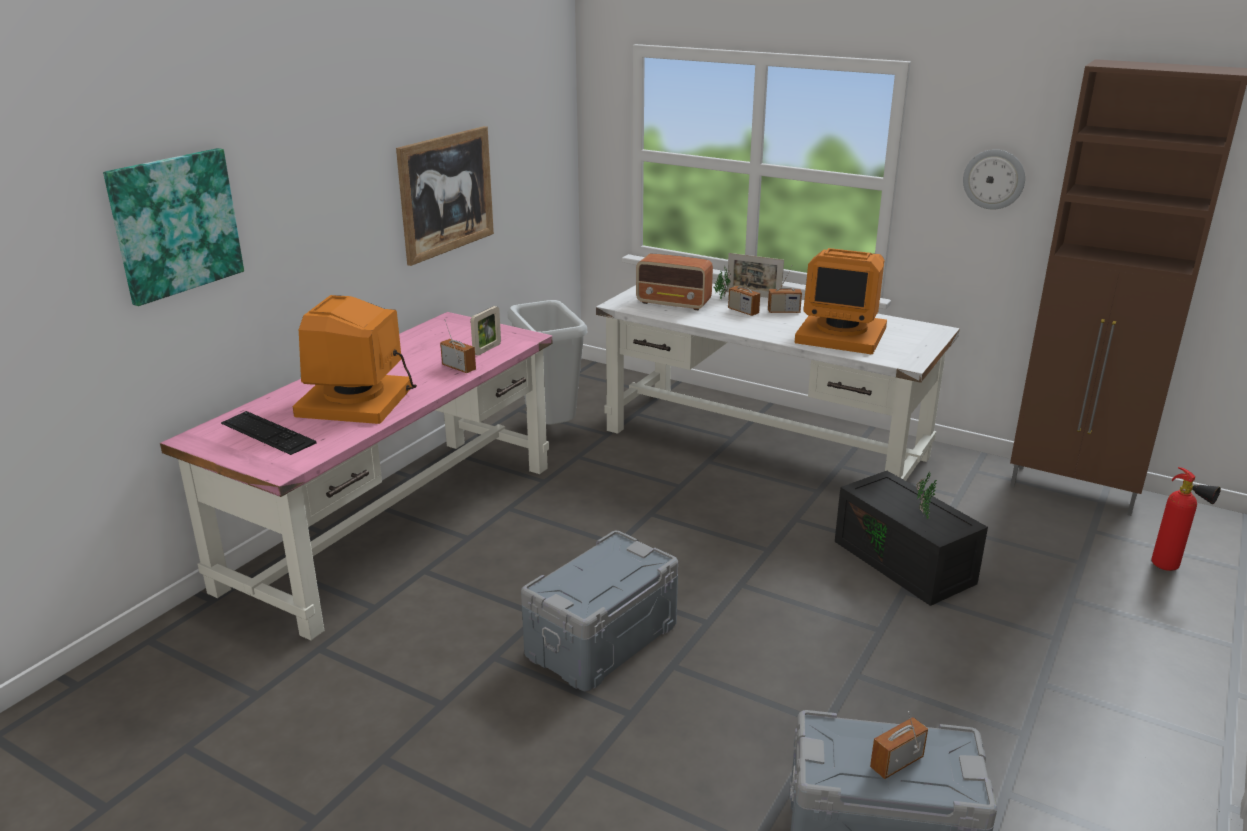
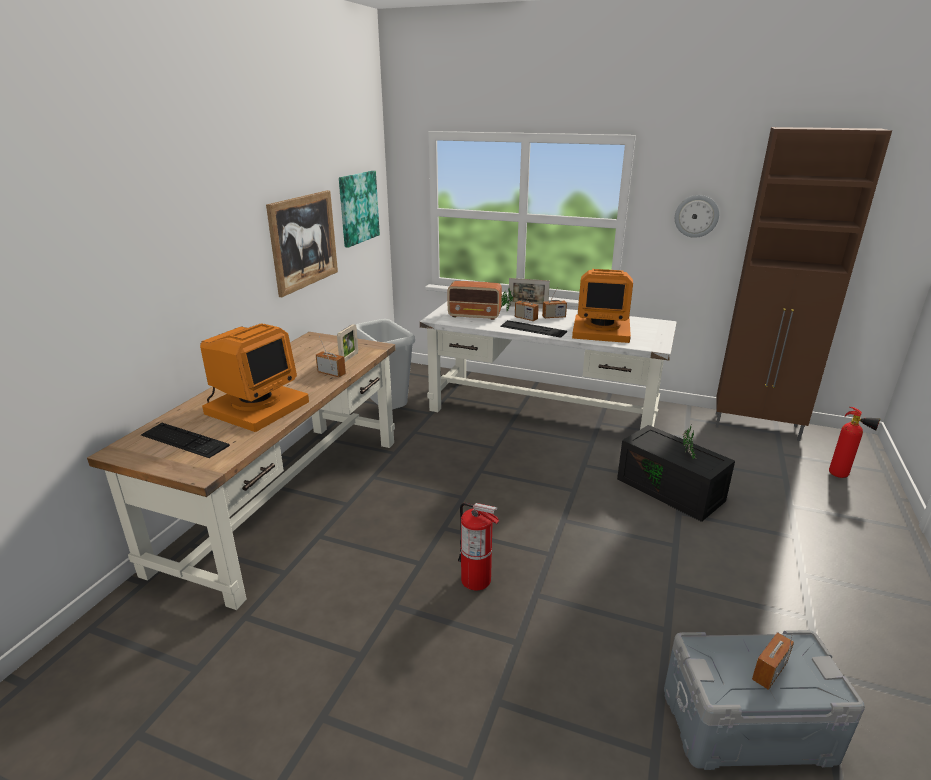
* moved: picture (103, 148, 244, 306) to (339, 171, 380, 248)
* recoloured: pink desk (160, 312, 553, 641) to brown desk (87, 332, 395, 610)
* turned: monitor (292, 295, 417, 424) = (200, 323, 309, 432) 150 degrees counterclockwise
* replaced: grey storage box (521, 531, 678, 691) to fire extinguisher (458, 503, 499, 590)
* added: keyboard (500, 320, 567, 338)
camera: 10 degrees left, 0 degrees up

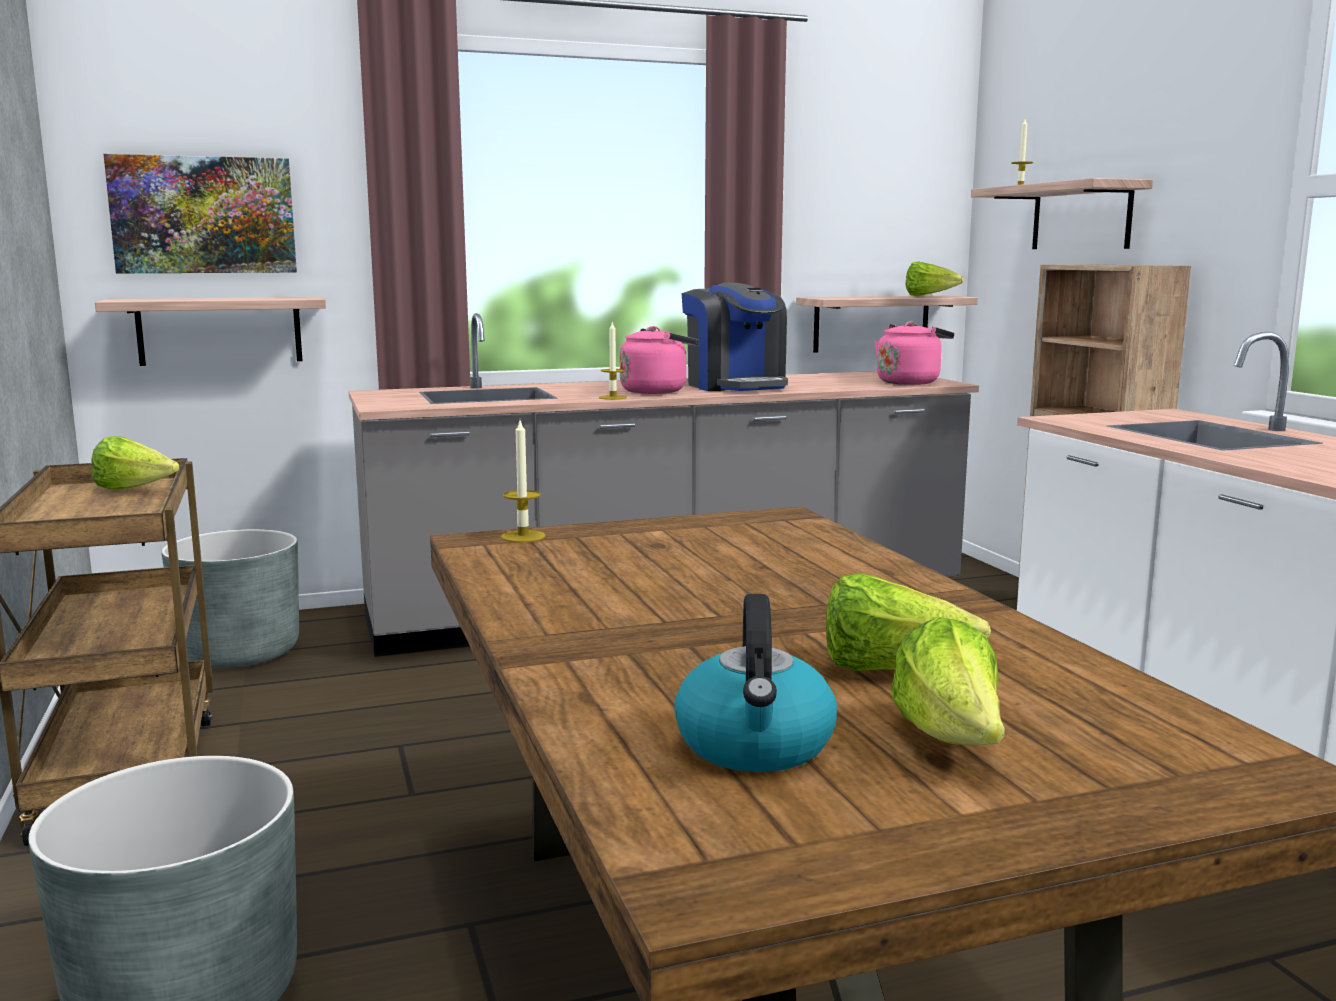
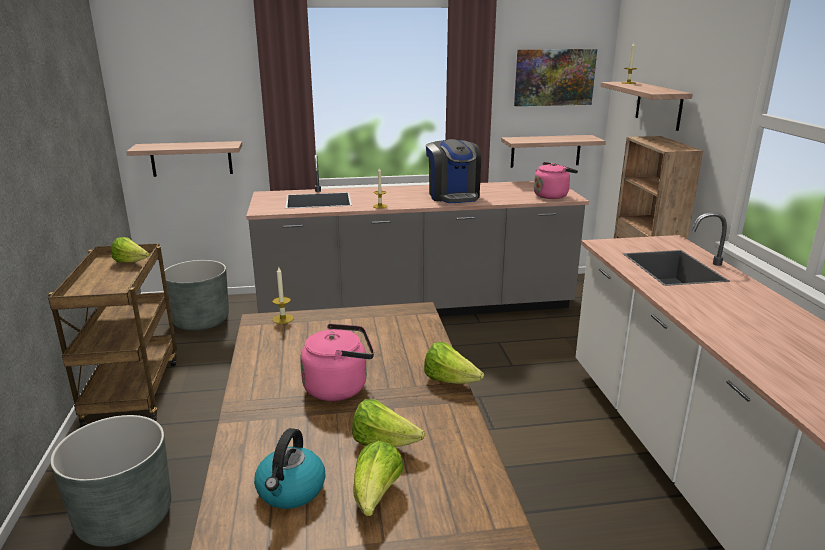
* moved: picture (104, 154, 297, 273) to (514, 49, 597, 106)
* moved: pink kettle (620, 326, 699, 394) to (300, 324, 374, 401)
* moved: lettuce (906, 261, 964, 296) to (424, 342, 484, 384)
camera: 10 degrees right, 10 degrees up

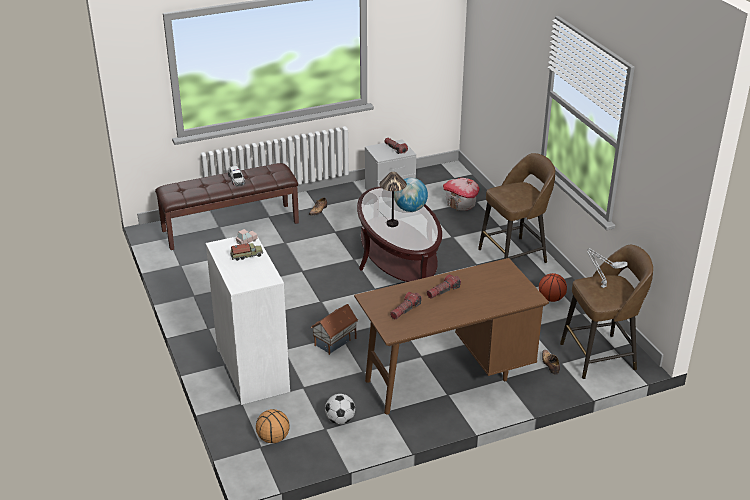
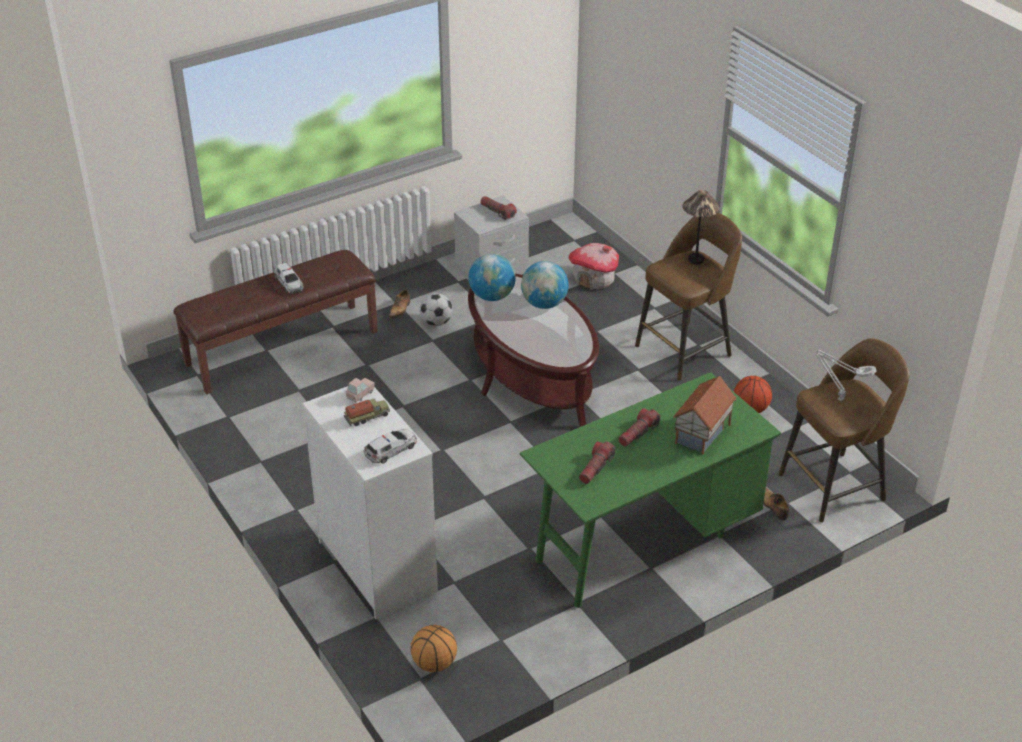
* moved: toy house (311, 304, 358, 355) to (673, 376, 737, 455)
* moved: football (325, 394, 355, 424) to (420, 293, 453, 326)
* recoloured: brown desk (354, 258, 549, 415) to green desk (520, 372, 781, 608)
* moved: table lamp (379, 172, 407, 227) to (682, 190, 720, 264)
* added: toy car (364, 429, 417, 464)
* added: globe (469, 254, 516, 301)
camera: 10 degrees left, 5 degrees up

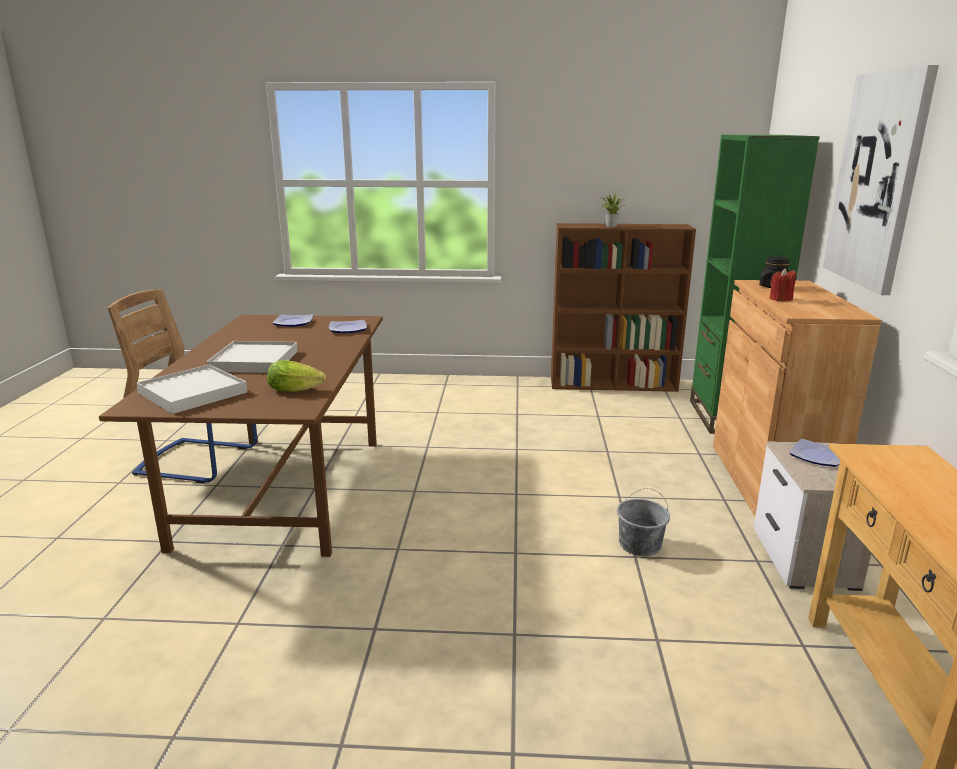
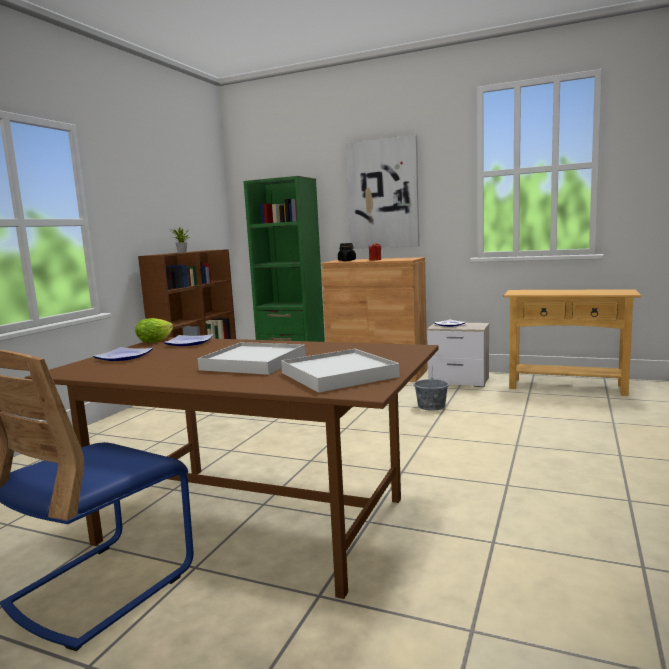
* moved: lettuce (267, 360, 326, 392) to (135, 318, 173, 343)
camera: 70 degrees left, 10 degrees down

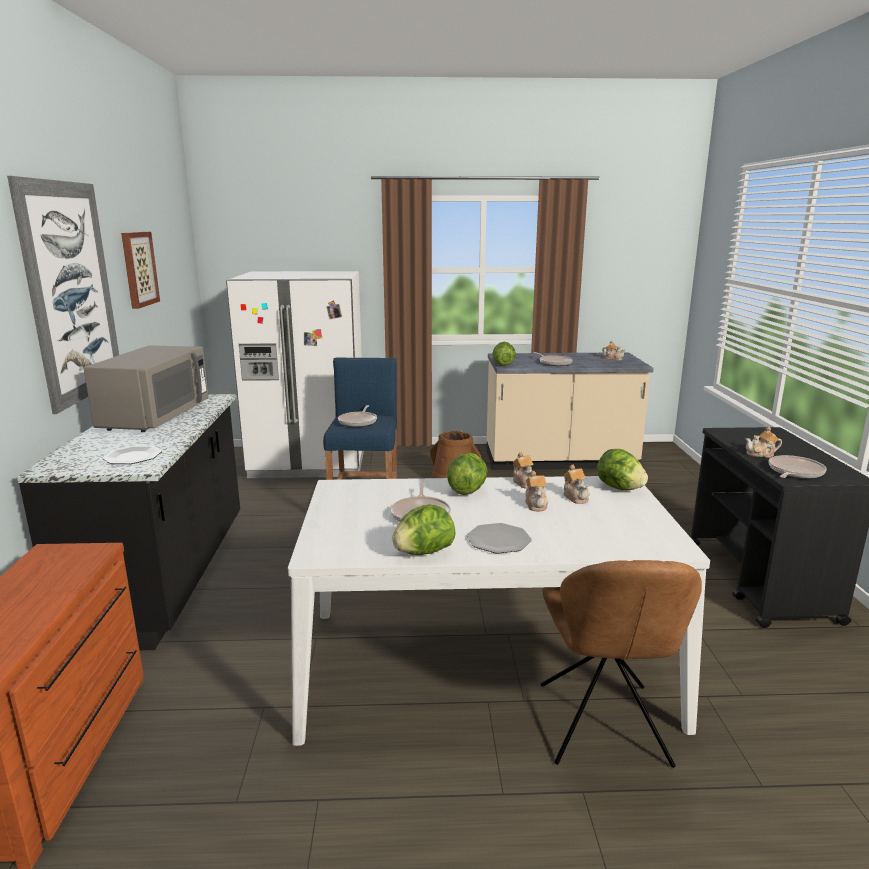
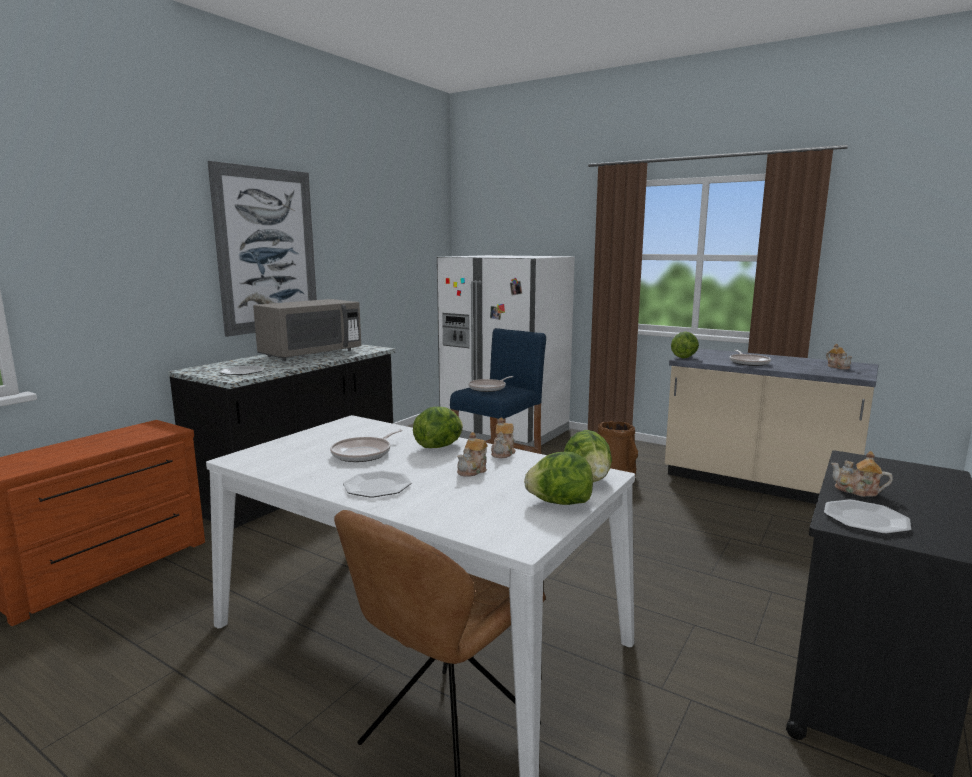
* removed: picture (121, 232, 160, 309)
* moved: lettuce (392, 504, 456, 555) to (524, 452, 593, 505)
* removed: teapot (564, 464, 590, 504)
* replaced: frying pan (769, 455, 827, 479) to plate (824, 500, 911, 534)
camera: 35 degrees right, 5 degrees down

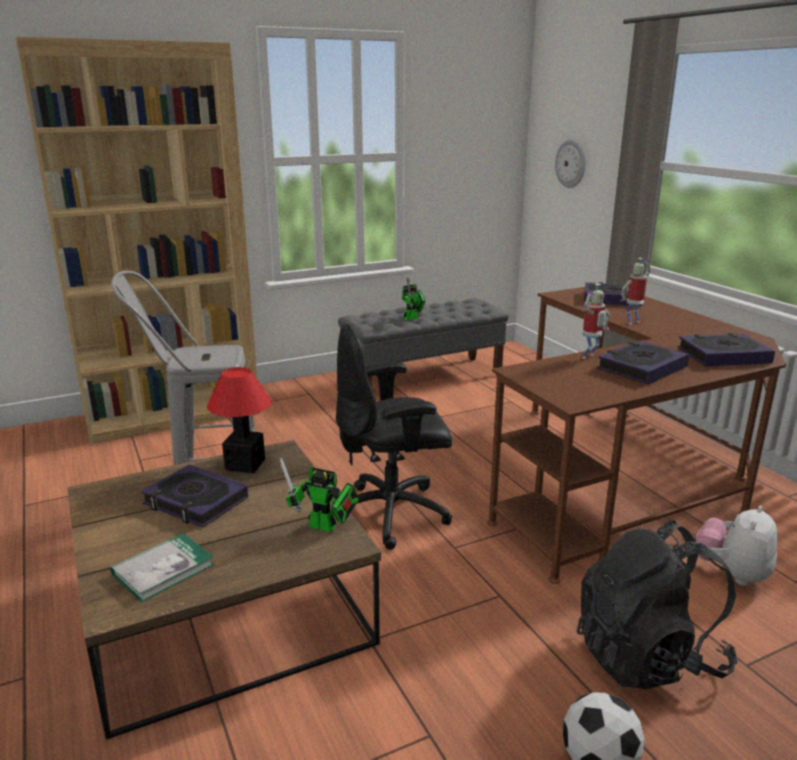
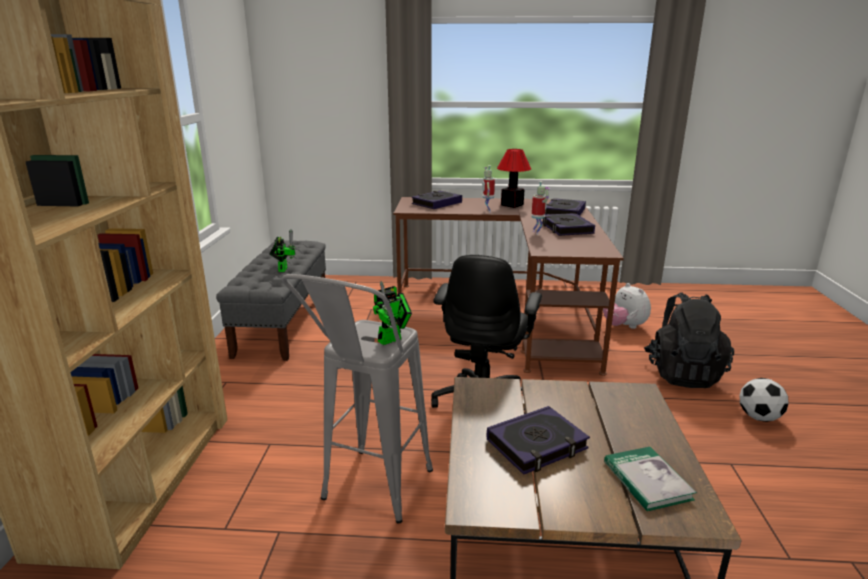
* moved: table lamp (207, 367, 271, 473) to (497, 149, 531, 208)
* moved: toy robot (280, 457, 359, 532) to (373, 281, 412, 345)
* removed: wall clock (555, 140, 585, 188)
camera: 60 degrees left, 0 degrees up

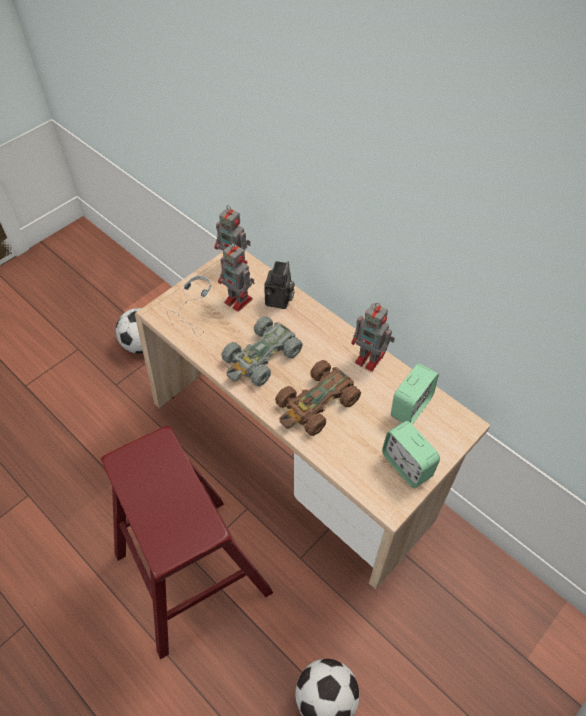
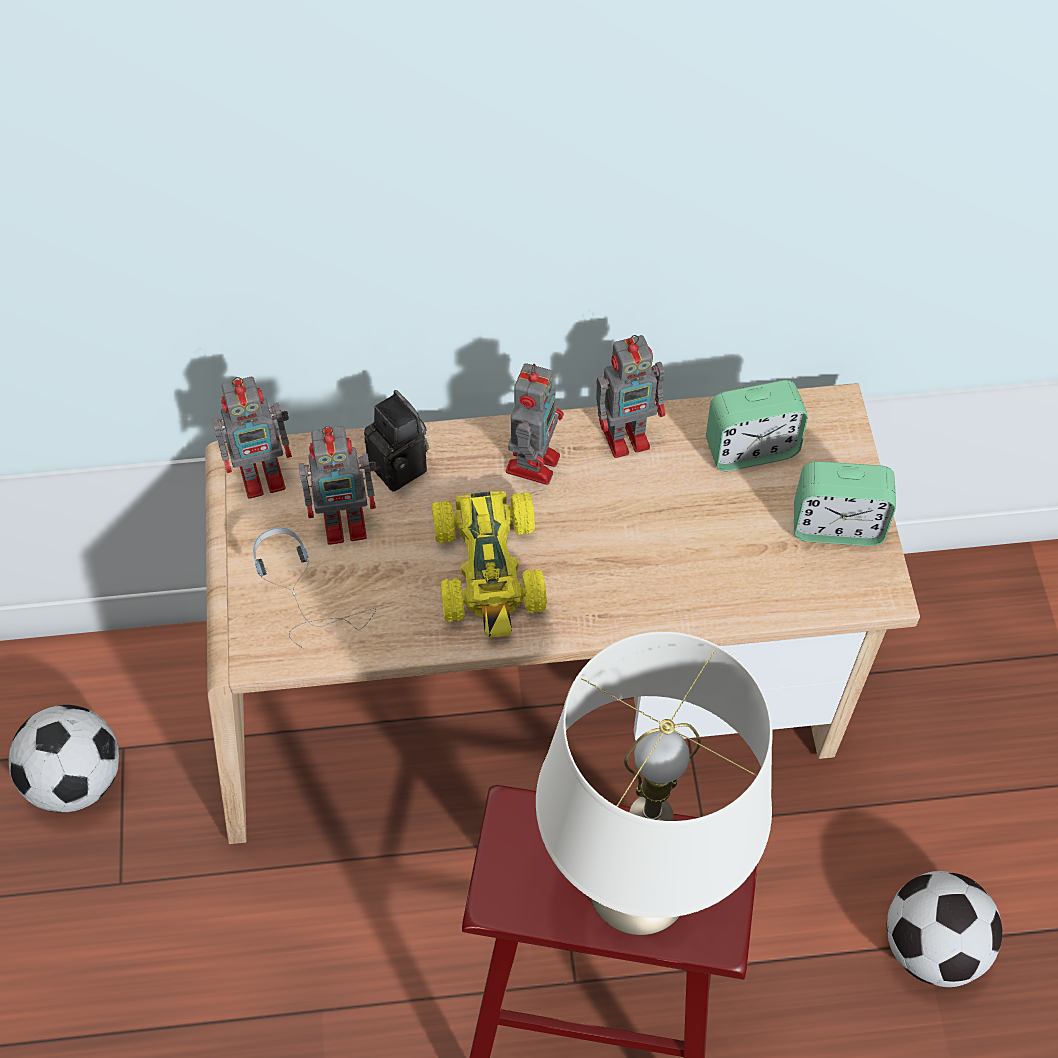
* recoloured: grey toy car (221, 316, 303, 386) to yellow toy car (432, 491, 547, 638)
* removed: brown toy car (275, 360, 361, 436)
* turned: alarm clock (391, 363, 439, 425) = (706, 380, 808, 471) 90 degrees clockwise
* added: toy robot (506, 363, 564, 485)
* added: white table lamp (536, 631, 773, 935)
camera: 50 degrees left, 5 degrees up

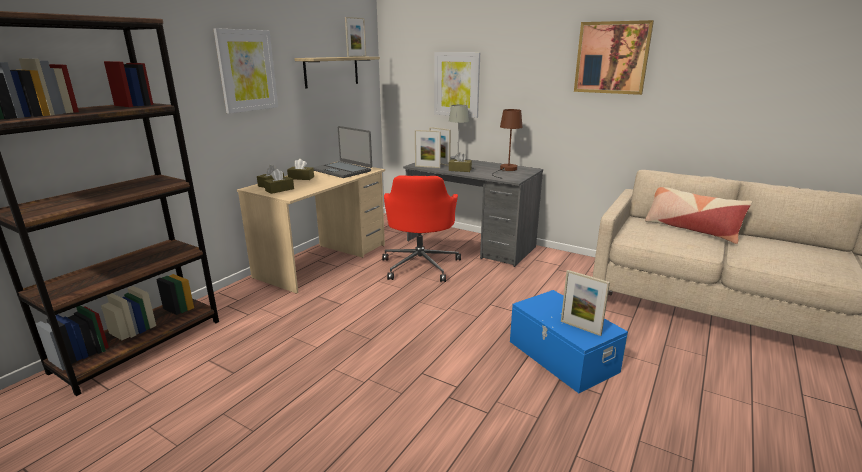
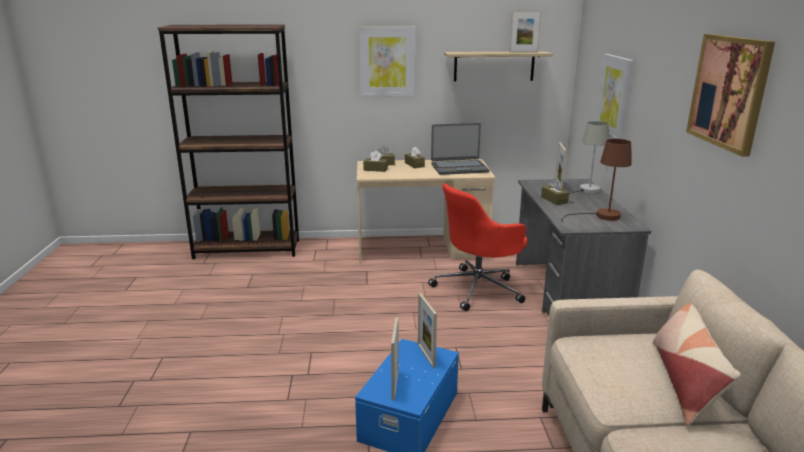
* turned: laptop (313, 126, 372, 178) = (431, 123, 490, 175) 105 degrees counterclockwise
* moved: picture frame (415, 130, 441, 168) to (418, 293, 437, 368)
camera: 55 degrees right, 0 degrees up

